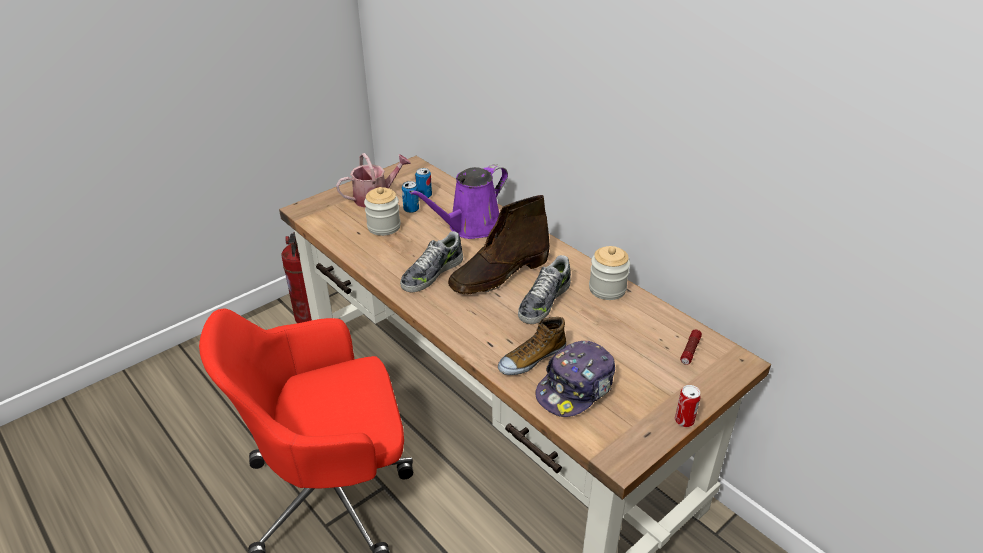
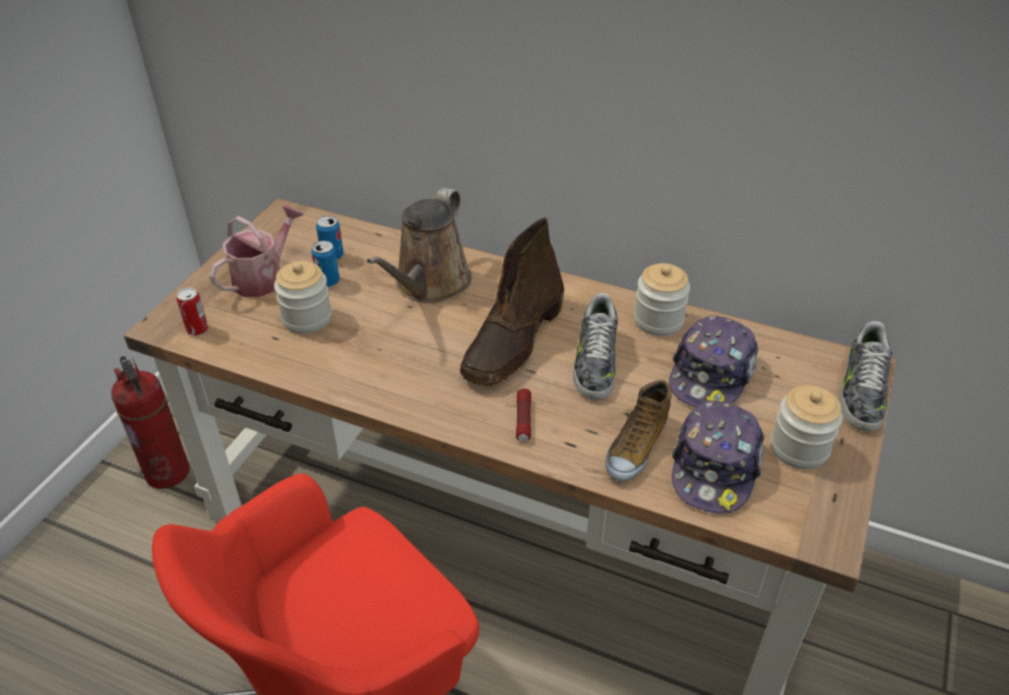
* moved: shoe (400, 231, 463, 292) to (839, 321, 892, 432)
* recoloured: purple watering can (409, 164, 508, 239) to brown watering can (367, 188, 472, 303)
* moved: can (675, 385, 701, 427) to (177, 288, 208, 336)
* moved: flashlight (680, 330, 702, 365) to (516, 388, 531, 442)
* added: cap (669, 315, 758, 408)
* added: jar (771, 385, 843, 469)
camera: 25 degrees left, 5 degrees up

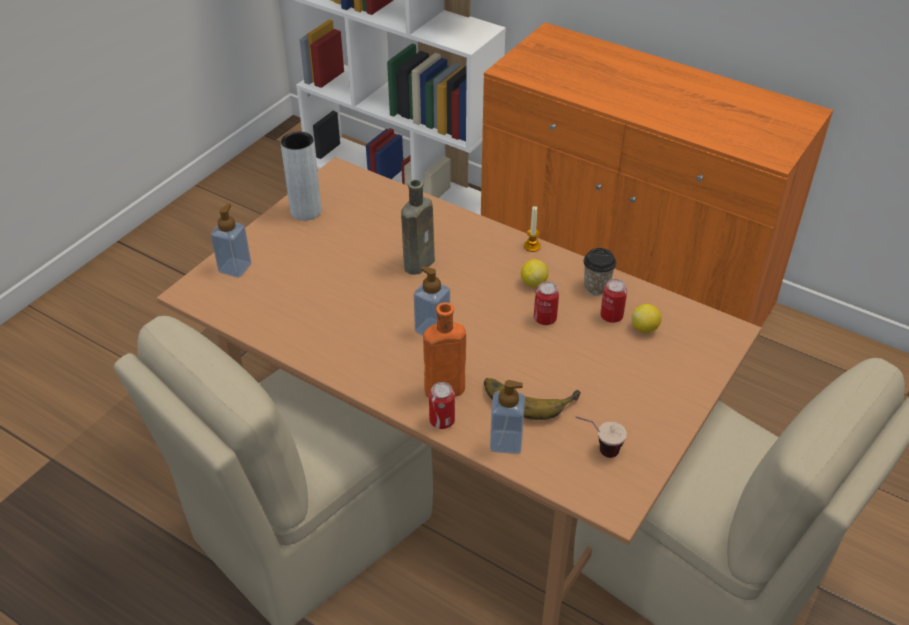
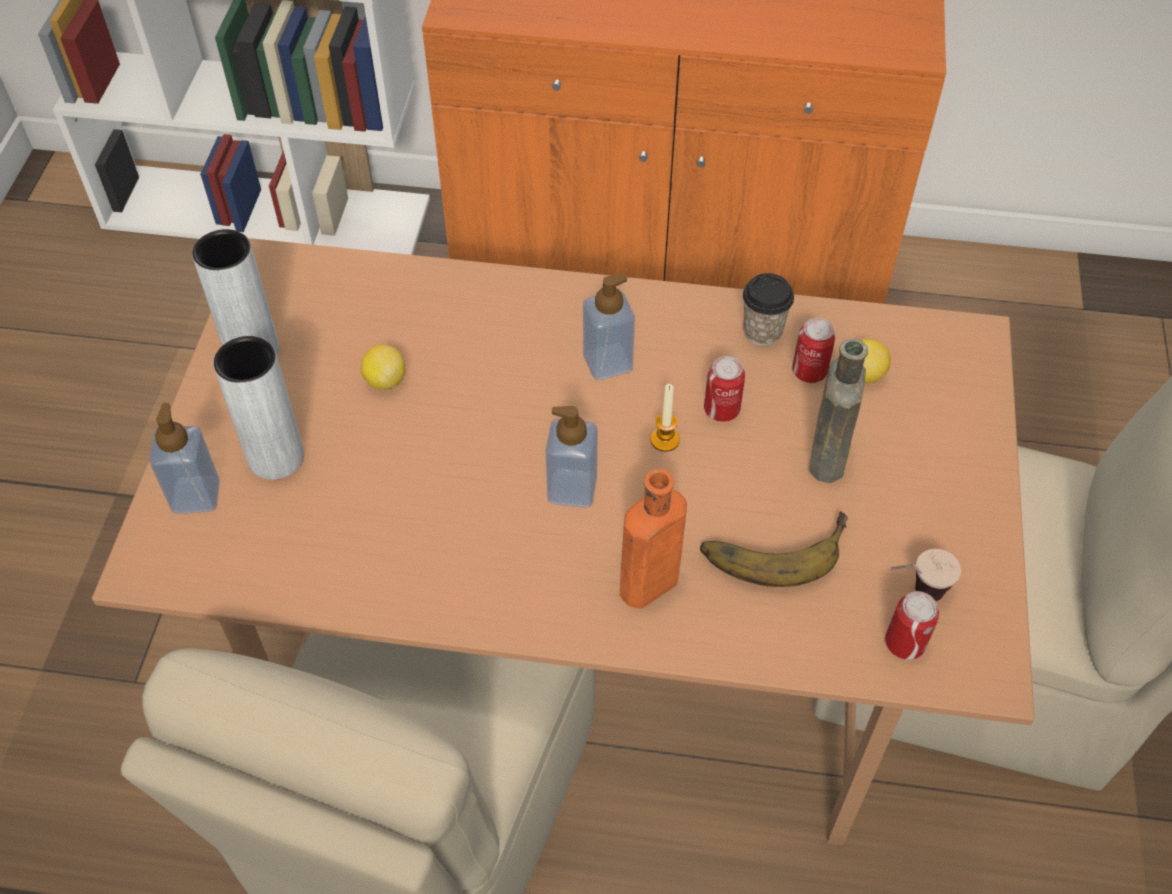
* moved: brown bottle (401, 179, 435, 275) to (809, 339, 868, 483)
* moved: can (429, 382, 455, 429) to (885, 591, 939, 660)
* moved: soap dispenser (490, 380, 525, 454) to (583, 275, 635, 380)
* moved: lemon (521, 259, 549, 287) to (361, 344, 405, 390)
* moved: candle (524, 206, 541, 252) to (650, 384, 680, 452)
* added: grey vase (213, 336, 304, 480)
camera: 25 degrees left, 10 degrees up

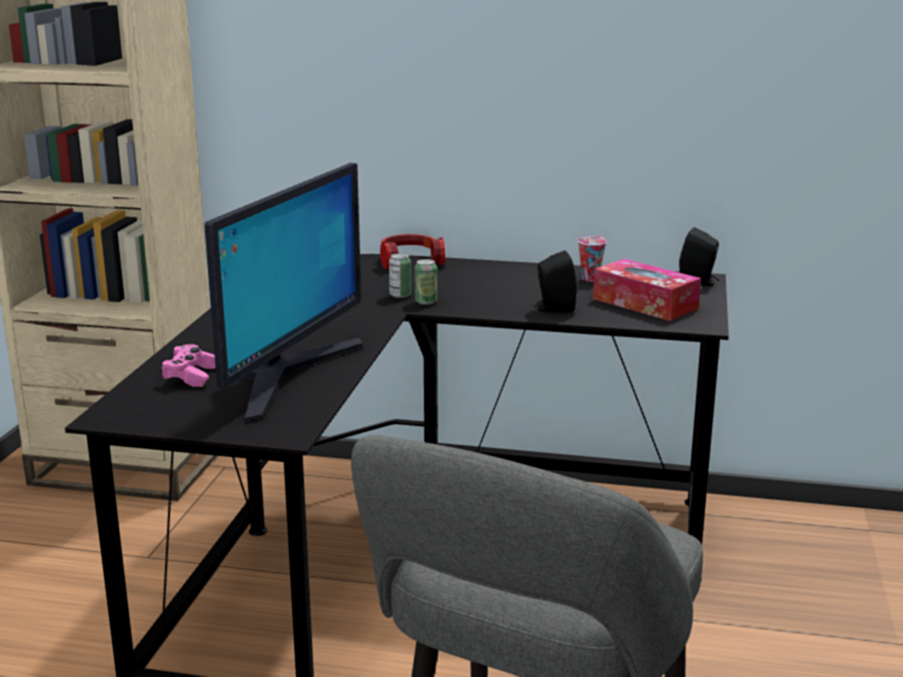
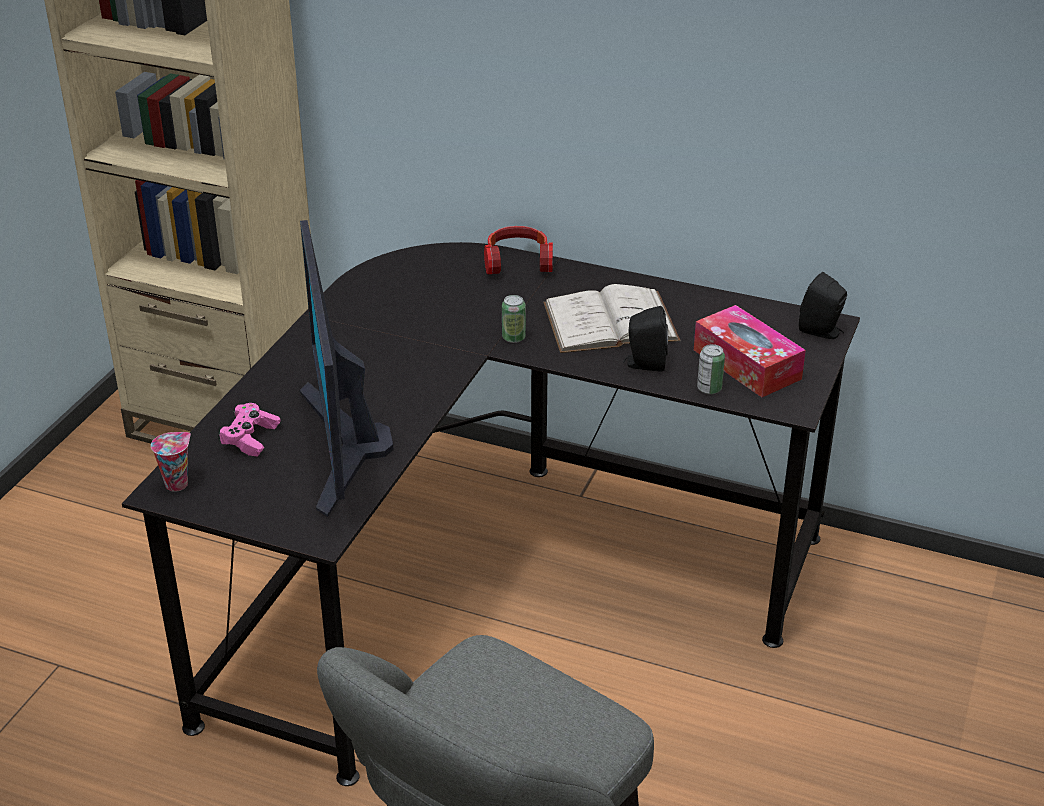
* turned: monitor (204, 163, 362, 421) = (299, 220, 393, 517) 135 degrees clockwise
* moved: can (389, 253, 411, 298) to (697, 344, 725, 394)
* moved: cup (578, 236, 607, 282) to (151, 432, 191, 492)
* added: white book (544, 284, 680, 353)
camera: 10 degrees right, 15 degrees up

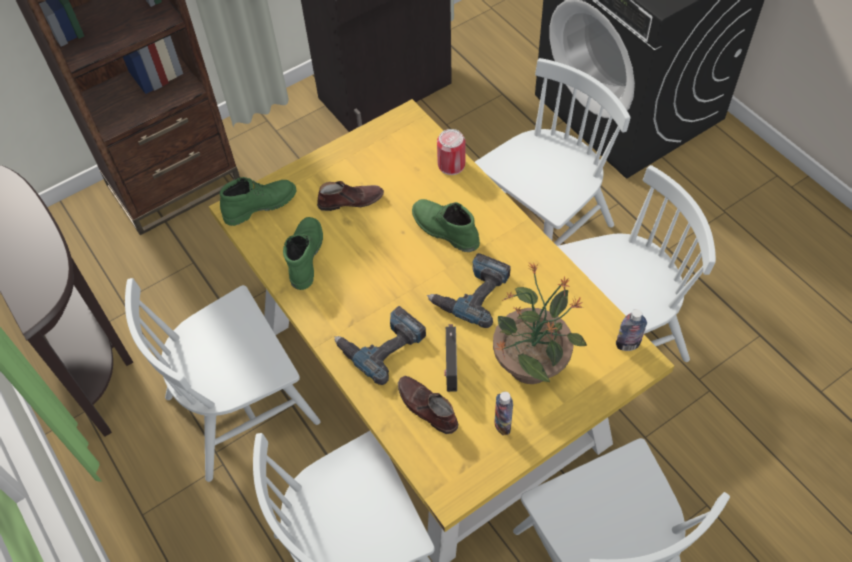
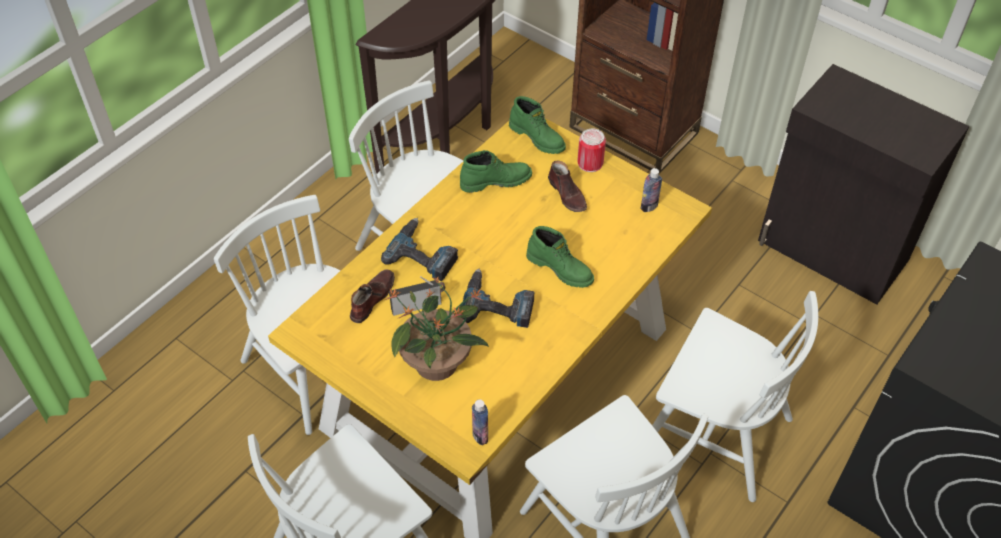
* turned: green boot (412, 199, 480, 252) = (526, 226, 594, 288) 105 degrees clockwise
* moved: can (437, 129, 465, 175) to (577, 129, 606, 172)
* moved: bottle (494, 392, 513, 436) to (640, 168, 662, 212)
camera: 70 degrees right, 5 degrees down

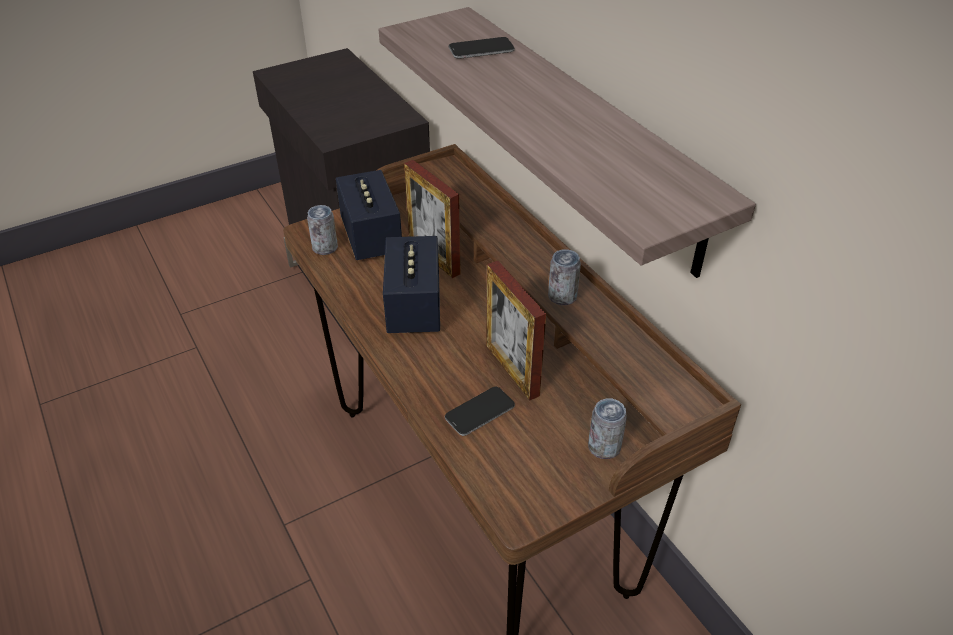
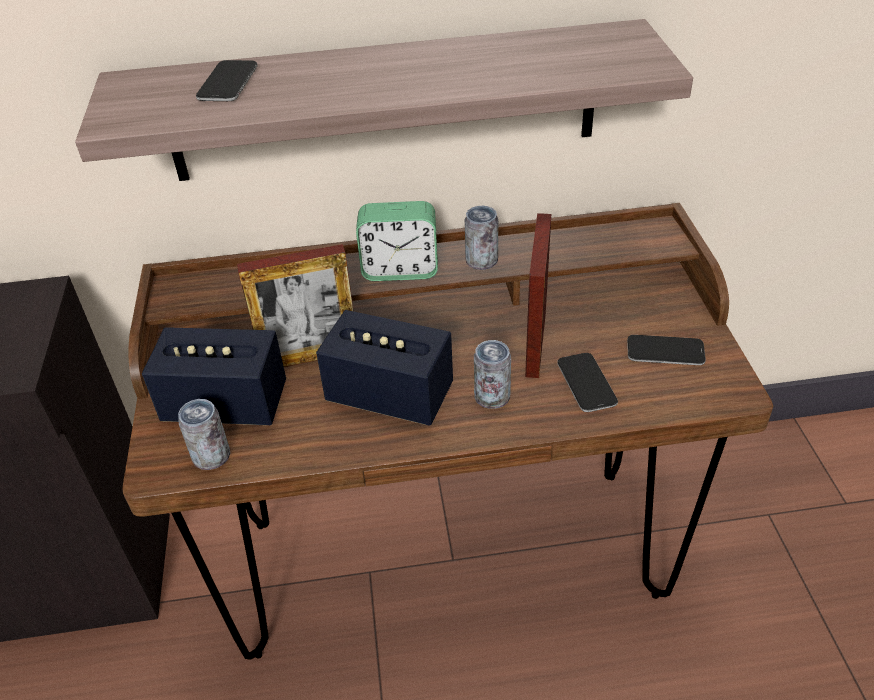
* turned: picture frame (486, 261, 546, 401) = (525, 213, 551, 378) 105 degrees clockwise
* moved: can (588, 398, 627, 459) to (474, 340, 511, 409)
* added: alarm clock (356, 201, 438, 281)
* added: phone (627, 335, 706, 365)
camera: 65 degrees left, 0 degrees up

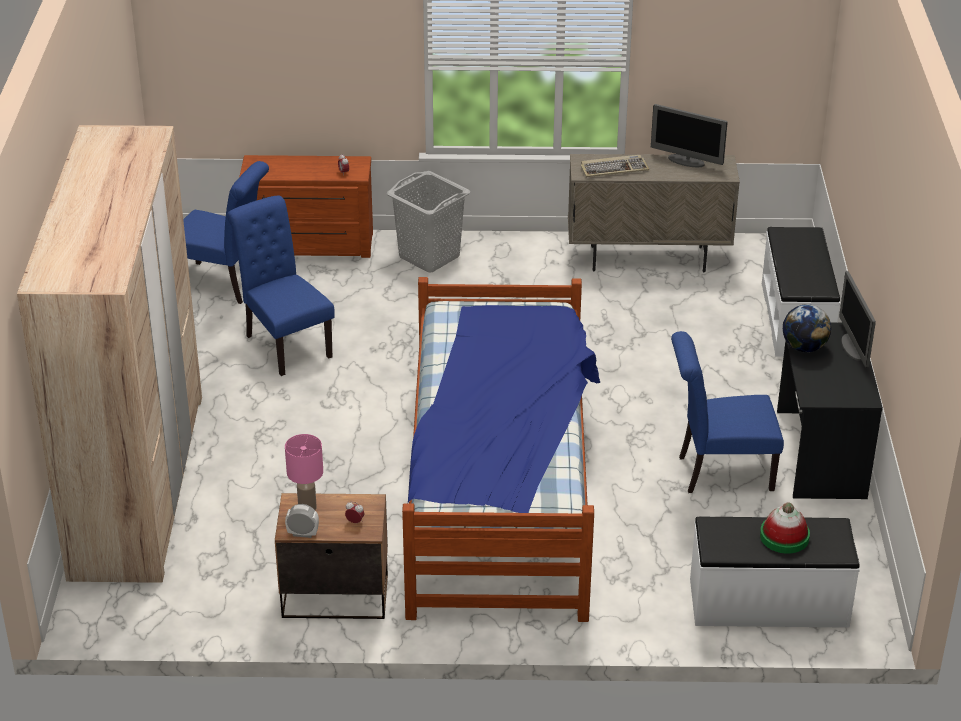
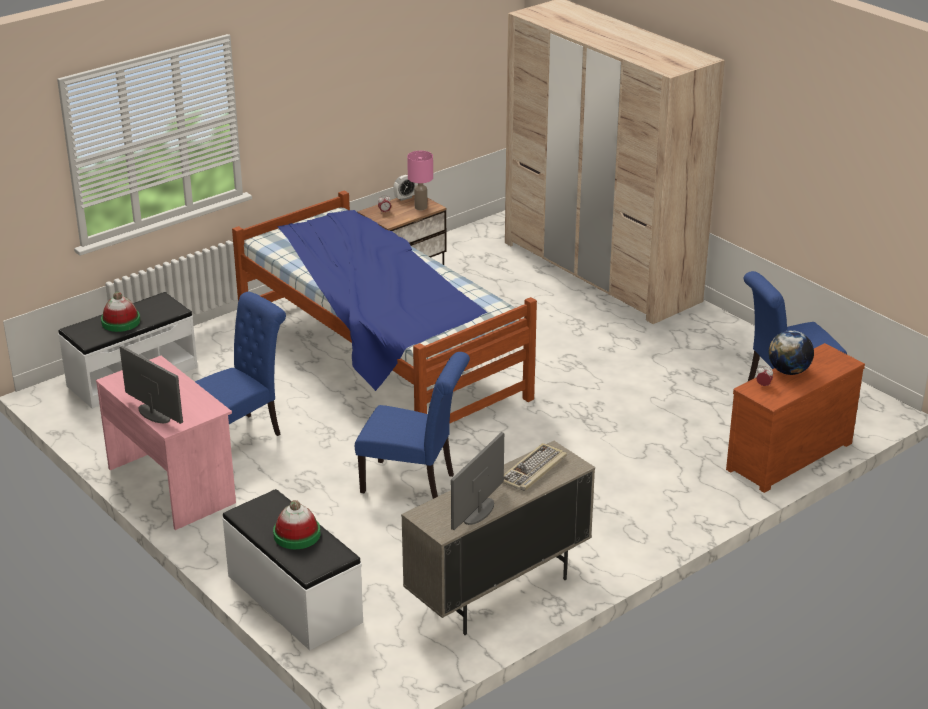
* moved: blue chair (227, 195, 335, 376) to (355, 352, 470, 499)
* removed: grey laundry basket (387, 171, 470, 273)
* turned: monitor (651, 104, 728, 167) = (451, 432, 504, 530) 45 degrees counterclockwise
* recoloured: black desk (777, 323, 883, 499) to pink desk (96, 356, 236, 530)
* moved: globe (783, 304, 831, 352) to (769, 330, 814, 375)
* added: hat (273, 500, 321, 549)
camera: 140 degrees right, 5 degrees down

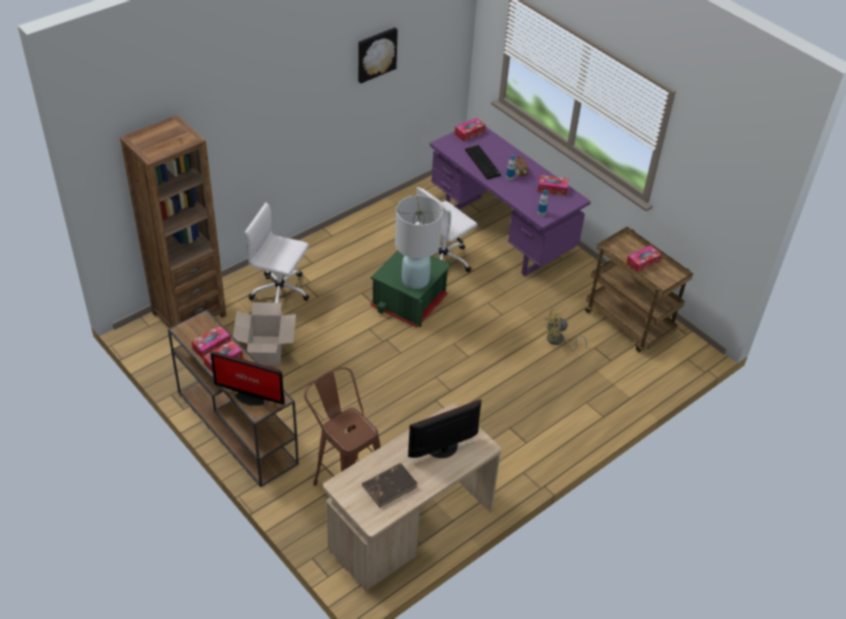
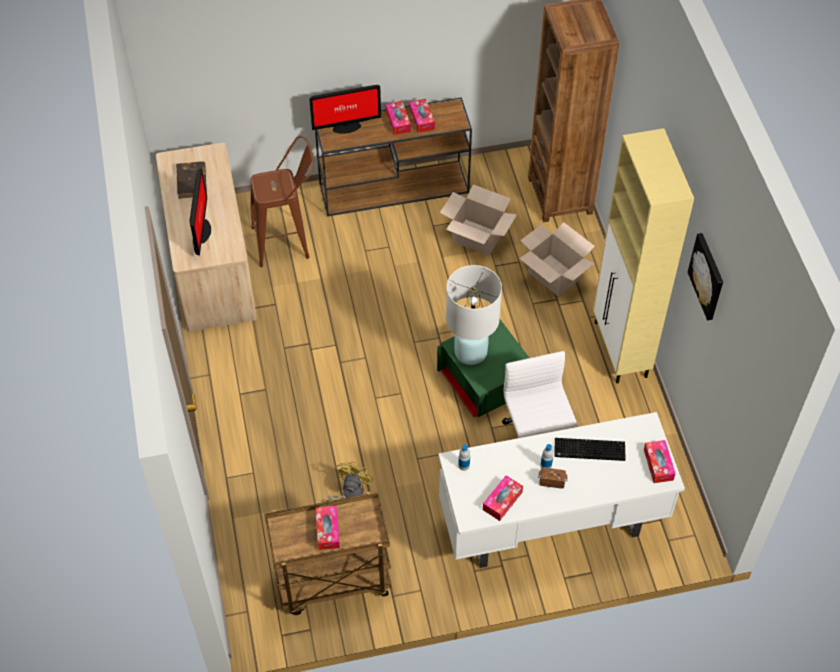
* turned: monitor (210, 352, 285, 406) = (309, 85, 381, 134) 150 degrees counterclockwise
* replaced: white office chair (245, 203, 309, 303) to cardboard box (519, 222, 595, 296)
* recoloured: purple desk (430, 126, 591, 276) to white desk (439, 412, 685, 568)
* added: beige cabinet (593, 128, 694, 384)
camera: 120 degrees right, 10 degrees up

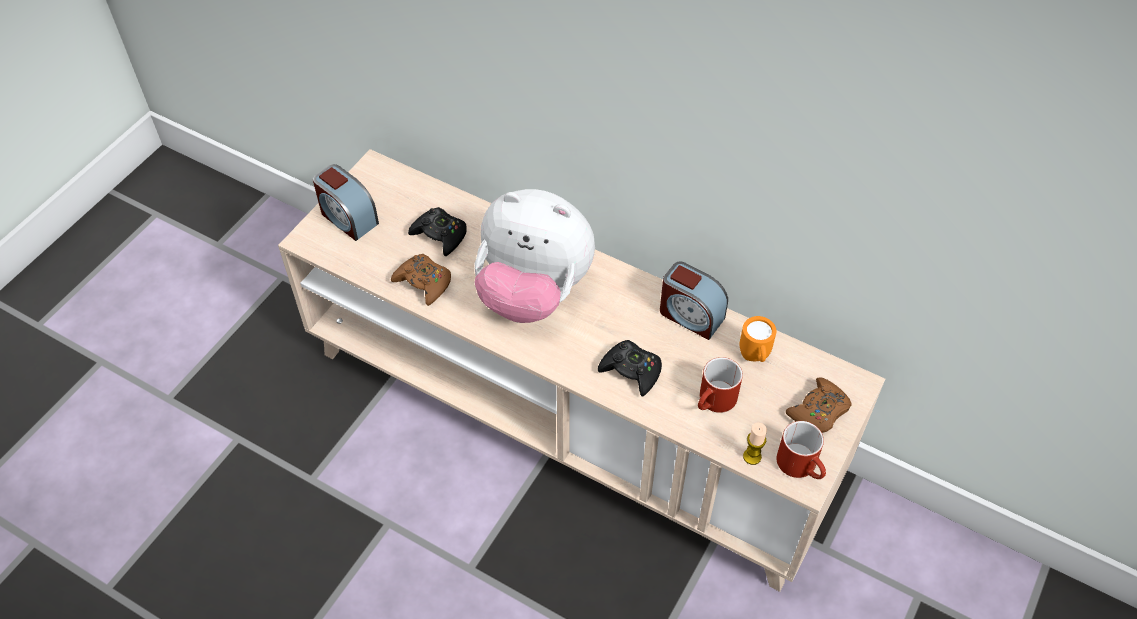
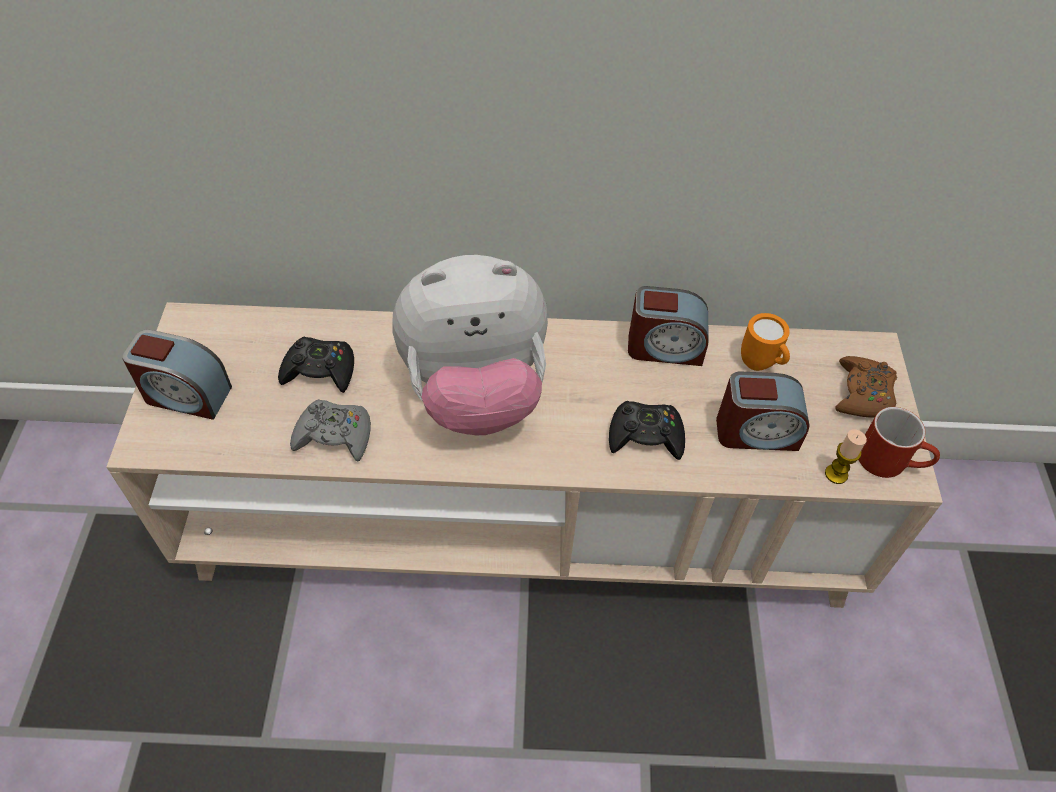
* recoloured: brown game controller (391, 254, 451, 306) to grey game controller (290, 399, 371, 462)
* replaced: red mug (698, 357, 743, 413) to alarm clock (716, 371, 810, 451)
camera: 30 degrees left, 0 degrees up

